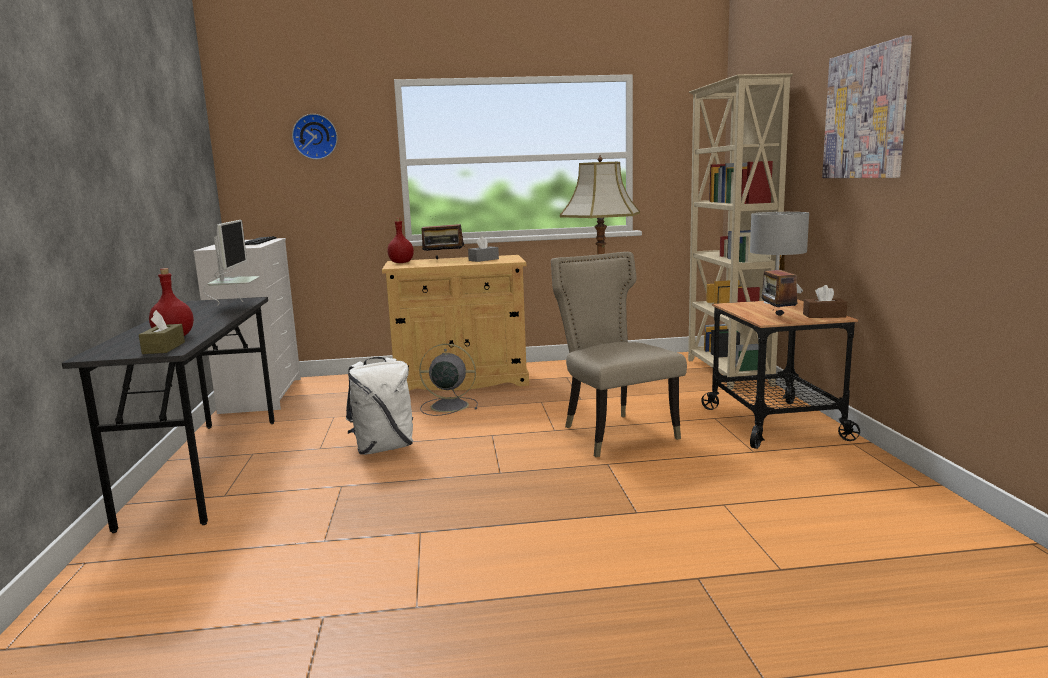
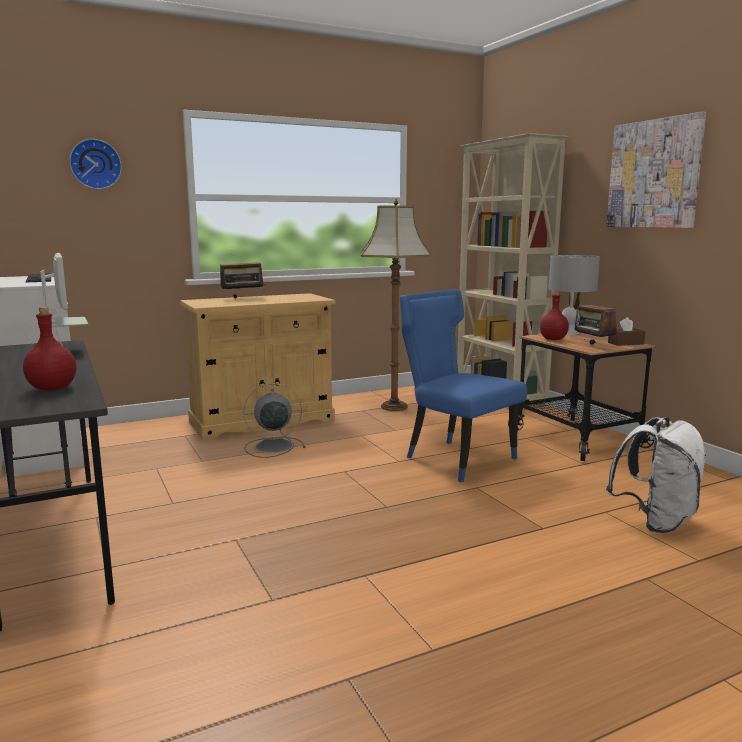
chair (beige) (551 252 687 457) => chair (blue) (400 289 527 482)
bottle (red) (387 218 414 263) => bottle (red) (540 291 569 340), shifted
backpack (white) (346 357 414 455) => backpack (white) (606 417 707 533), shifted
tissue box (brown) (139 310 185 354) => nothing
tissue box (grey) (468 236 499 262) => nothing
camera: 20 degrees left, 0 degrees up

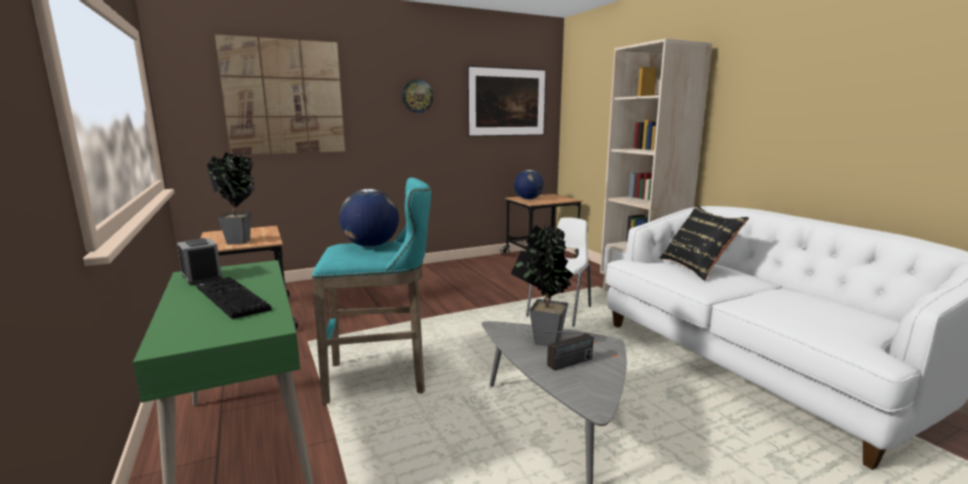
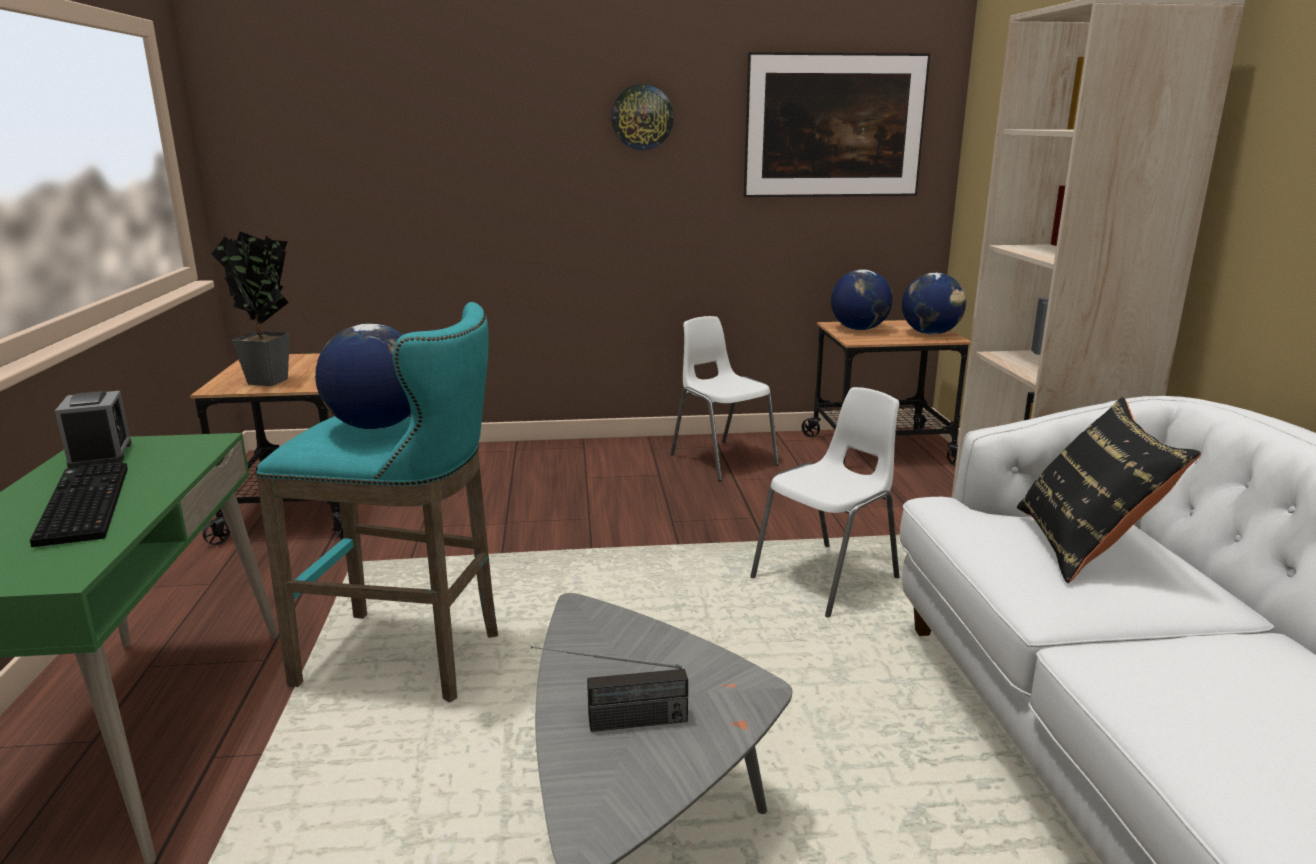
nothing => chair (white) (671 316 779 481)
nothing => globe (902 273 966 335)
picture (215 34 345 155) => nothing
potted plant (511 225 574 346) => nothing
camera: 20 degrees right, 5 degrees up

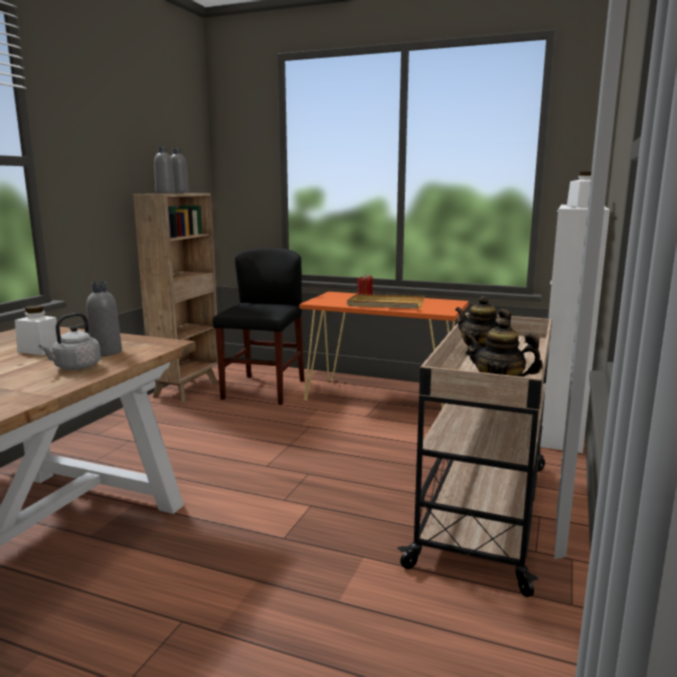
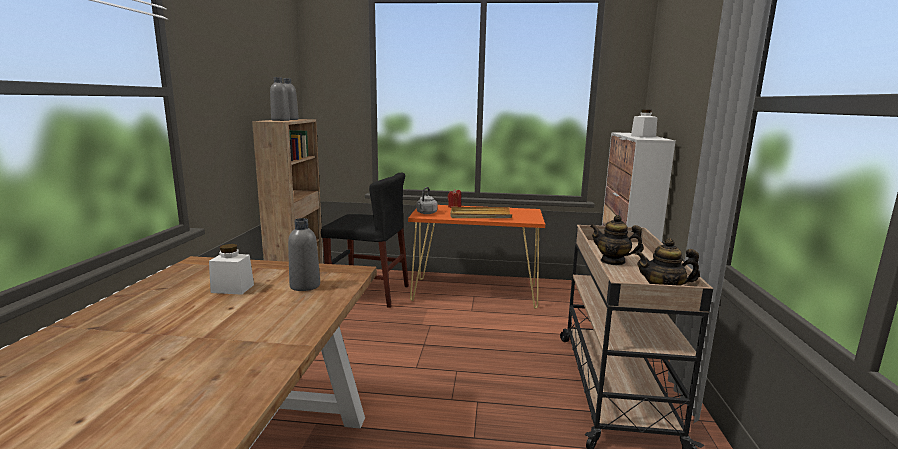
chair (black) (213 248 304 405) => chair (black) (321 173 409 308), 105 degrees clockwise
kettle (grey) (39 313 101 370) => kettle (grey) (416 187 438 214), shifted
camera: 15 degrees left, 0 degrees up

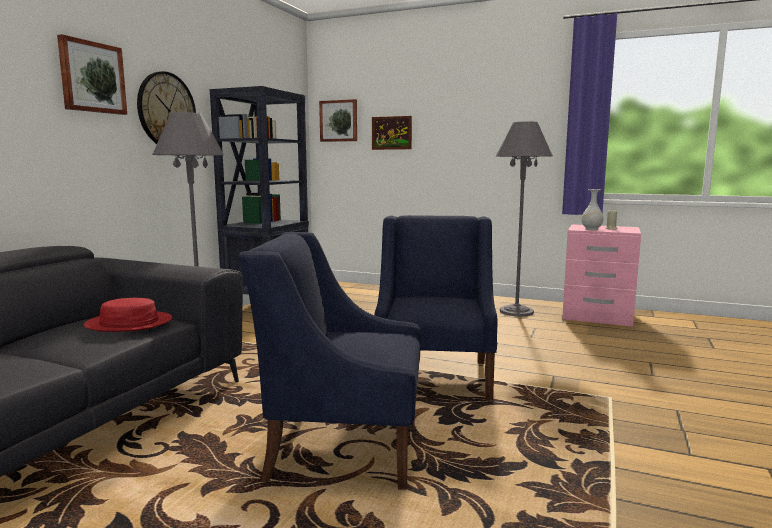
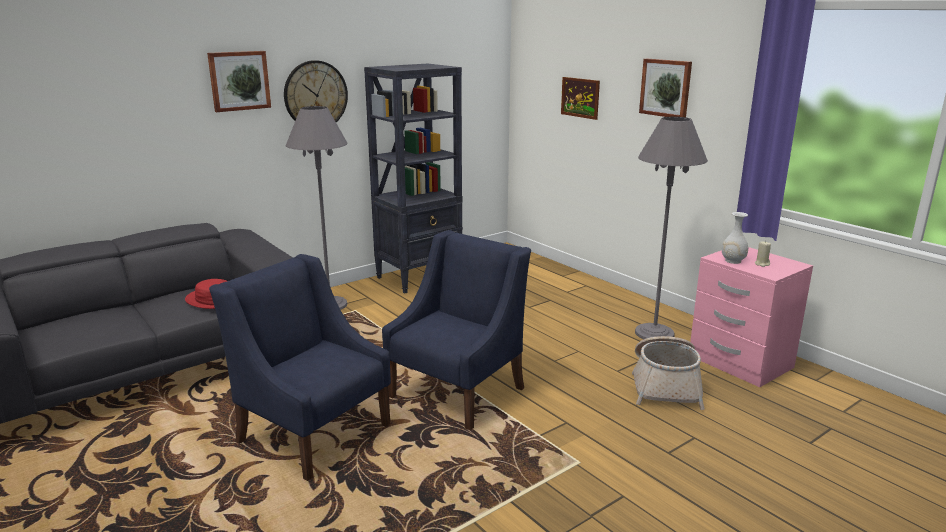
nothing => basket (632 336 705 410)
picture (319 99 357 142) => picture (639 59 692 117), shifted
camera: 30 degrees right, 10 degrees up

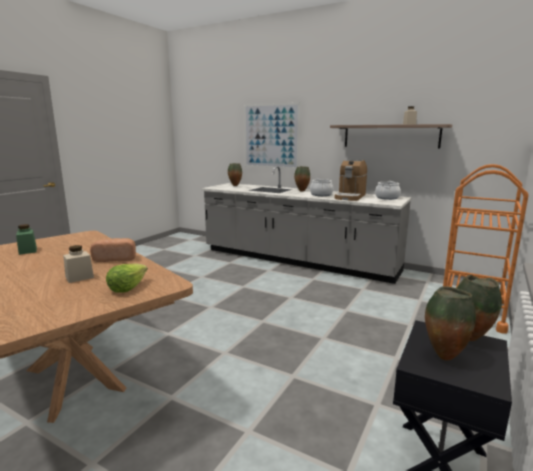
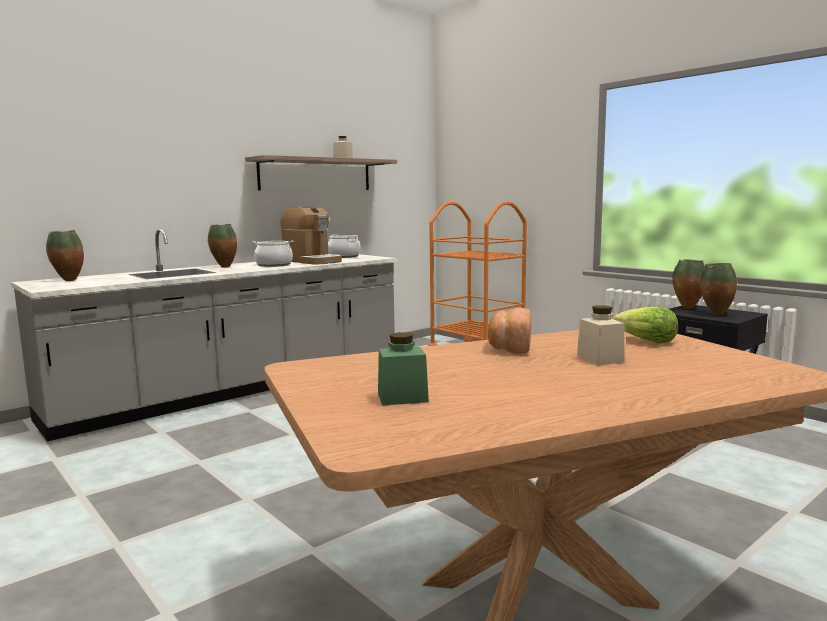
picture (244 102 300 169) => nothing
camera: 70 degrees left, 5 degrees down

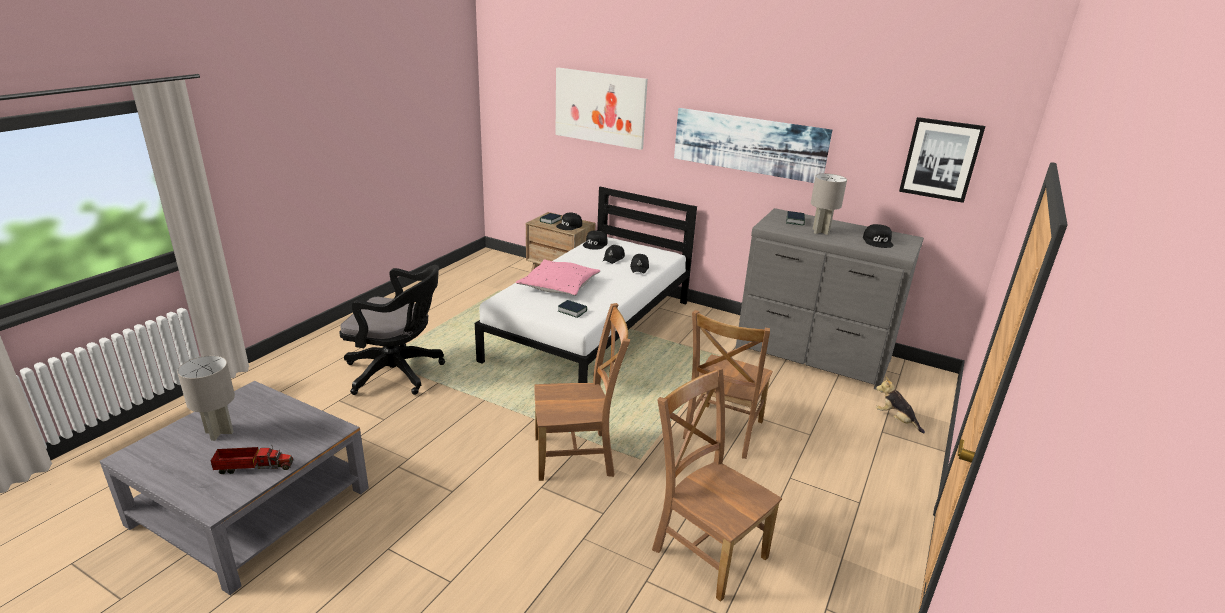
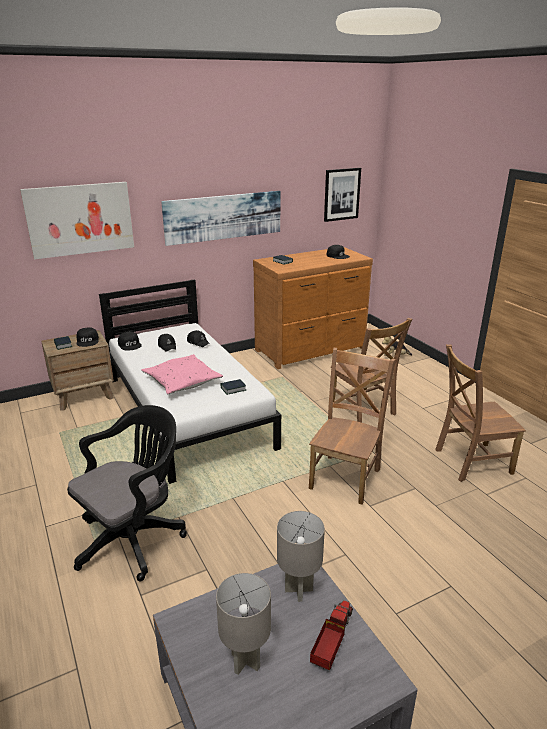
dresser (grey) (735 208 924 390) => dresser (brown) (253 247 373 369)
table lamp (grey) (811 173 847 235) => table lamp (grey) (277 511 325 602), shifted
camera: 55 degrees left, 0 degrees up

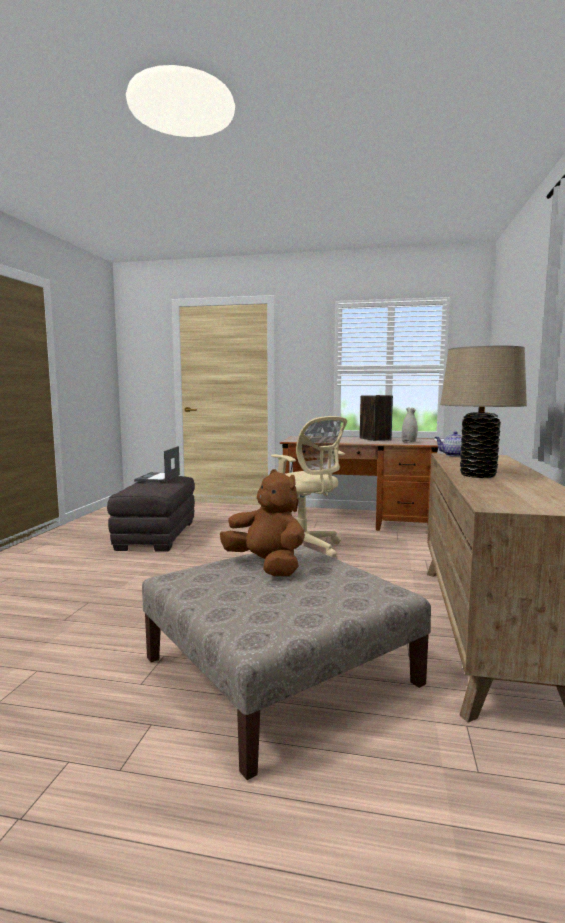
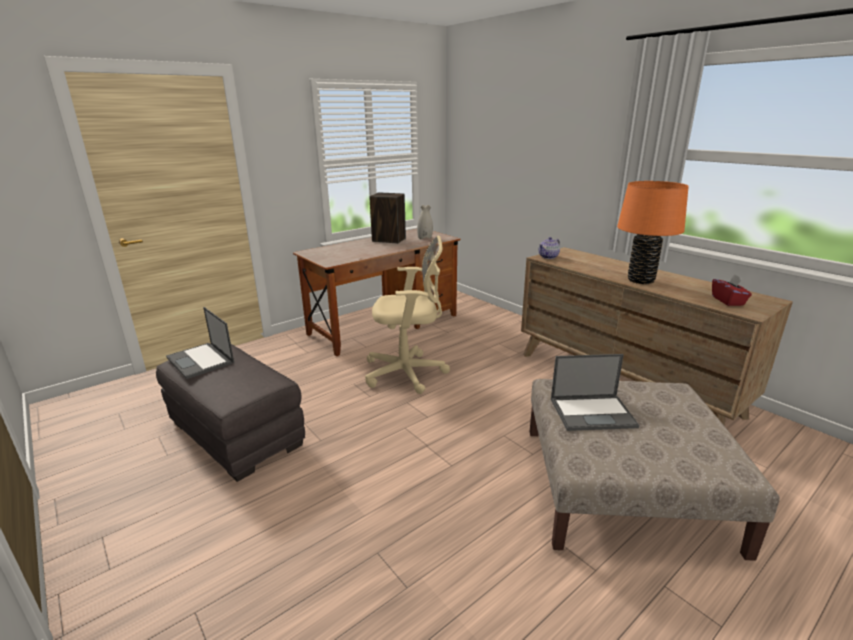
plush toy (brown) (220 469 305 576) => laptop (551 354 639 431)
table lamp (beige) (440 346 527 478) => table lamp (orange) (617 181 689 284)
nothing => tissue box (red) (712 274 752 306)
camera: 50 degrees left, 15 degrees up

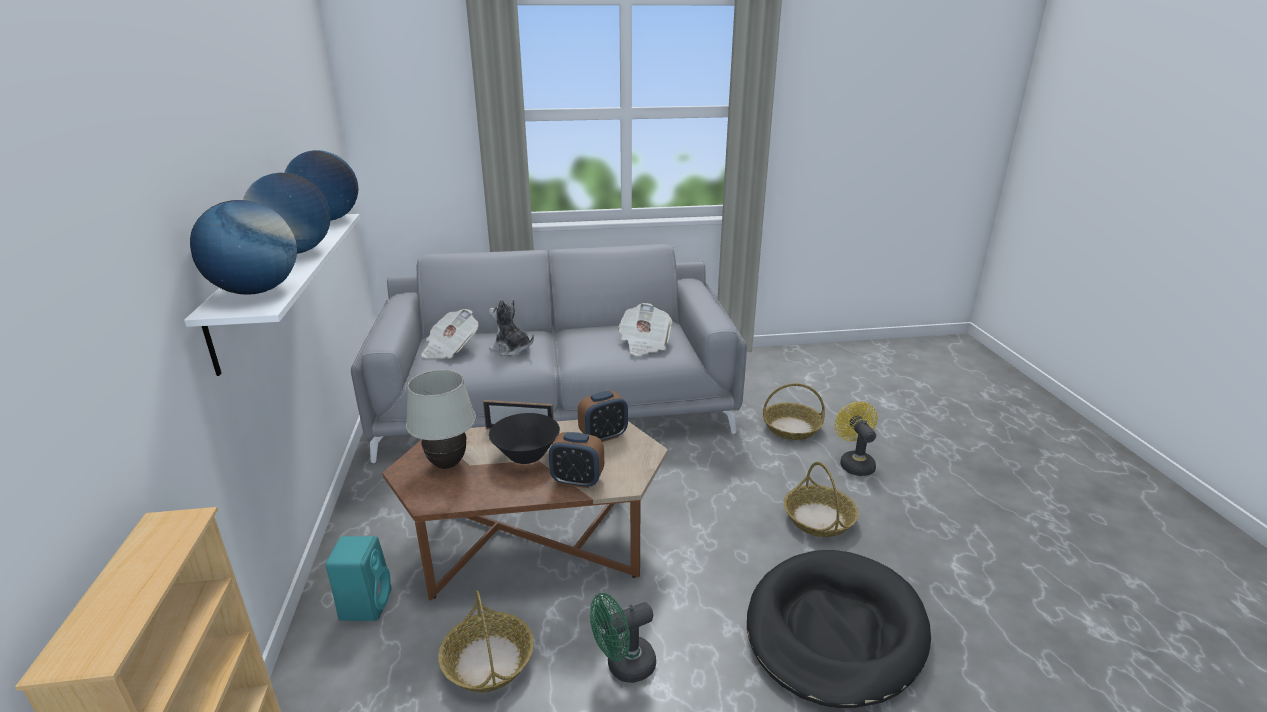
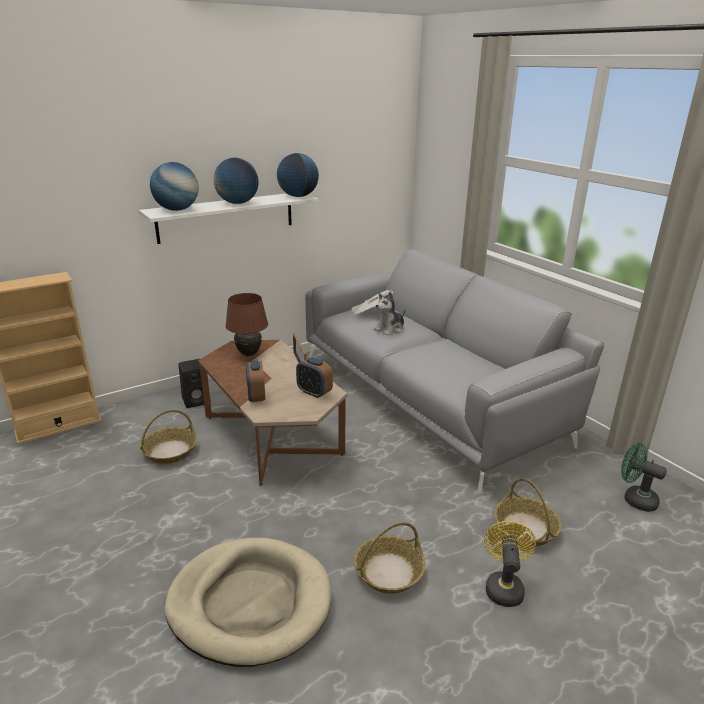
dog bed (black) (747 550 931 708) => dog bed (beige) (164 538 331 667)
speaker (turquoise) (326 536 391 621) => speaker (black) (178 359 211 408)
table lamp (white) (406 370 476 469) => table lamp (brown) (225 293 268 356)
plush toy (489 299 534 356) => plush toy (374 292 406 336), 135 degrees counterclockwise
fan (yellow) (835 402 878 476) => fan (yellow) (484 521 536 607), 45 degrees counterclockwise
fan (green) (590 593 656 683) => fan (green) (621 443 667 512), shifted
bowl (black) (489 413 560 464) => nothing
newspaper (618 303 672 355) => nothing
camera: 65 degrees right, 0 degrees up

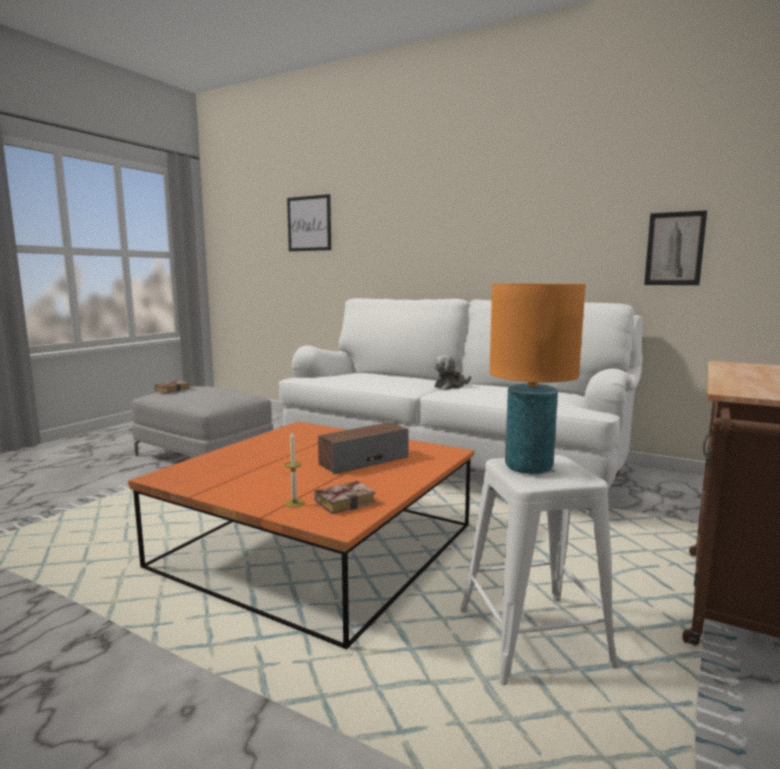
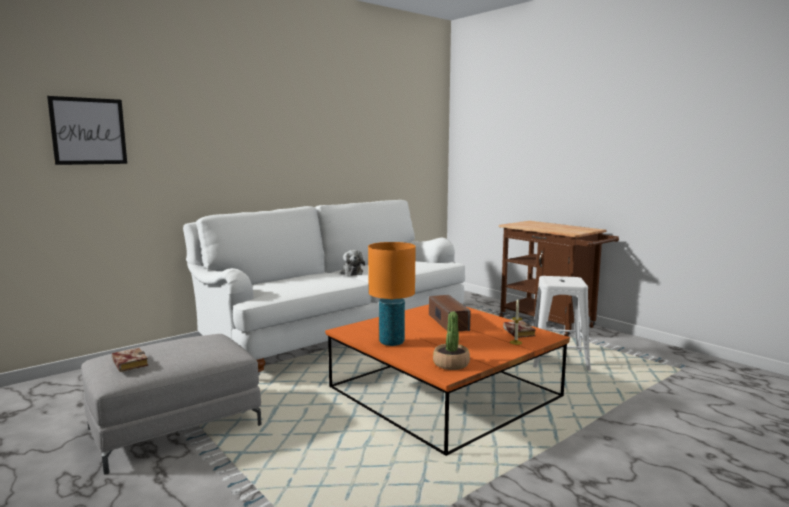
table lamp (orange) (489 283 586 474) => table lamp (orange) (368 242 416 346), shifted
nothing => potted plant (433 312 470 370)
picture (644 210 707 285) => nothing
camera: 70 degrees left, 0 degrees up

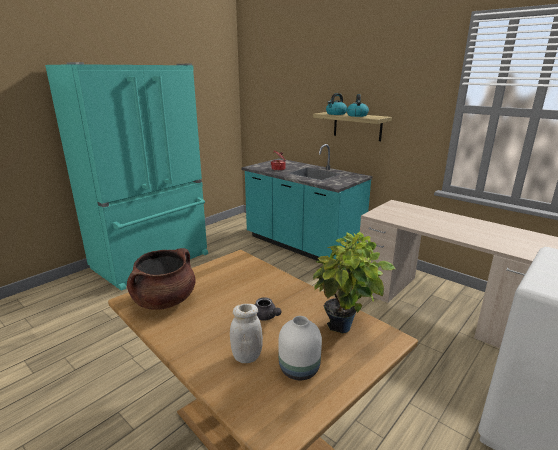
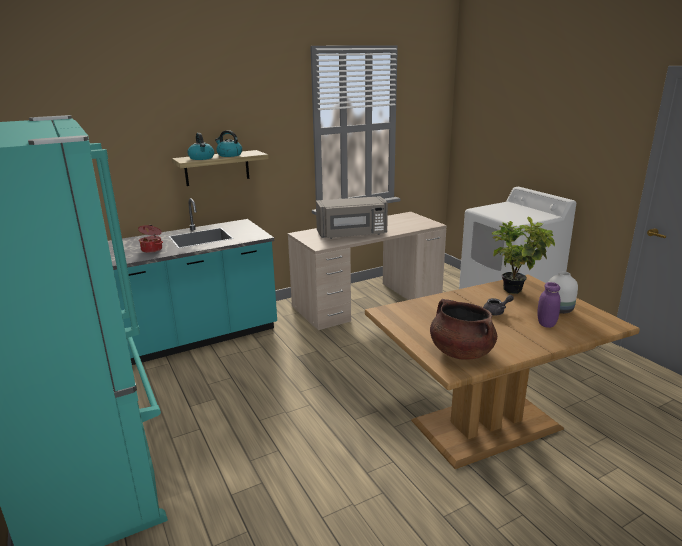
nothing => microwave (grey) (316 196 388 239)
jar (white) (230 304 263 363) => jar (purple) (537 282 560 328)
camera: 70 degrees left, 0 degrees up

